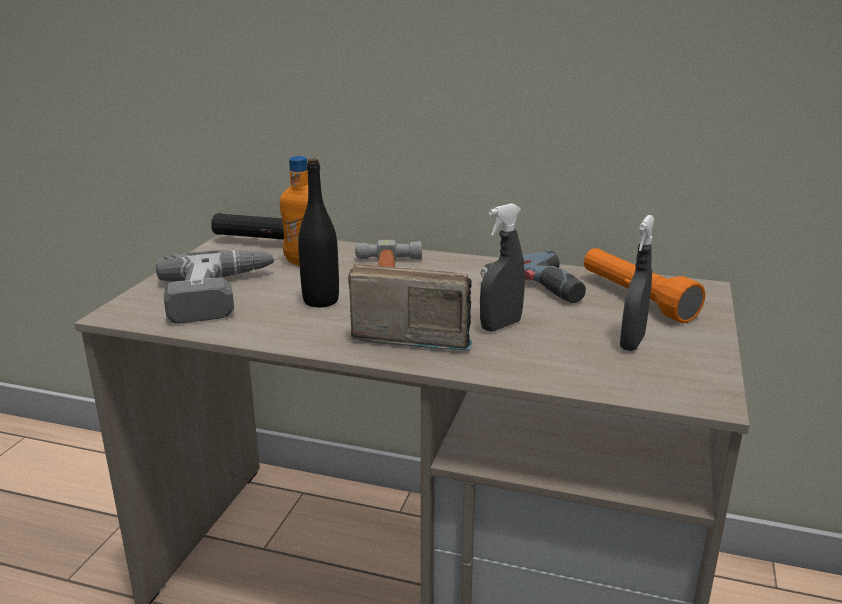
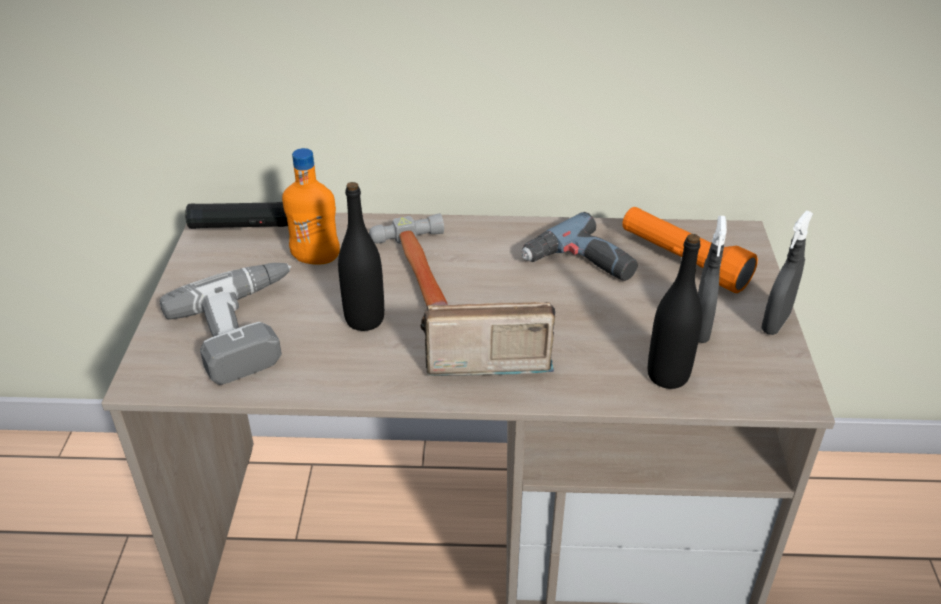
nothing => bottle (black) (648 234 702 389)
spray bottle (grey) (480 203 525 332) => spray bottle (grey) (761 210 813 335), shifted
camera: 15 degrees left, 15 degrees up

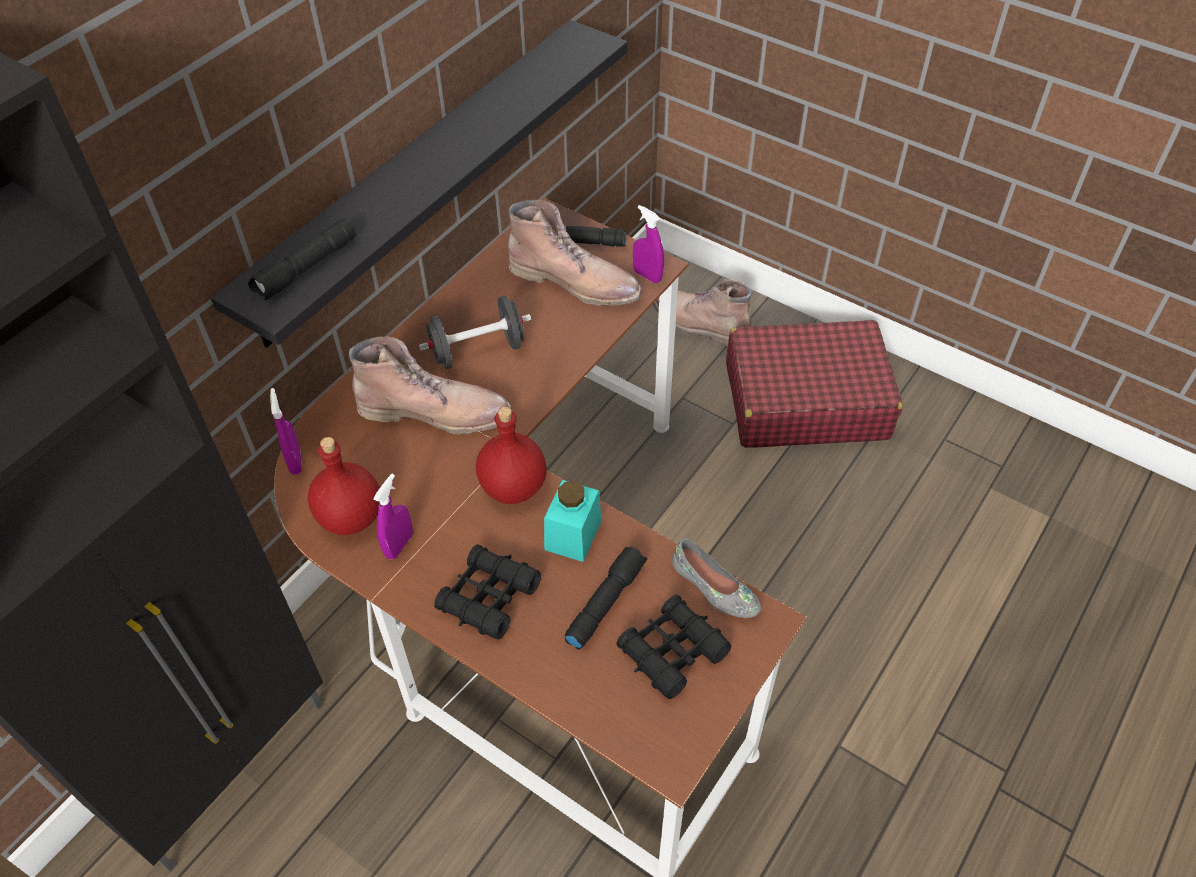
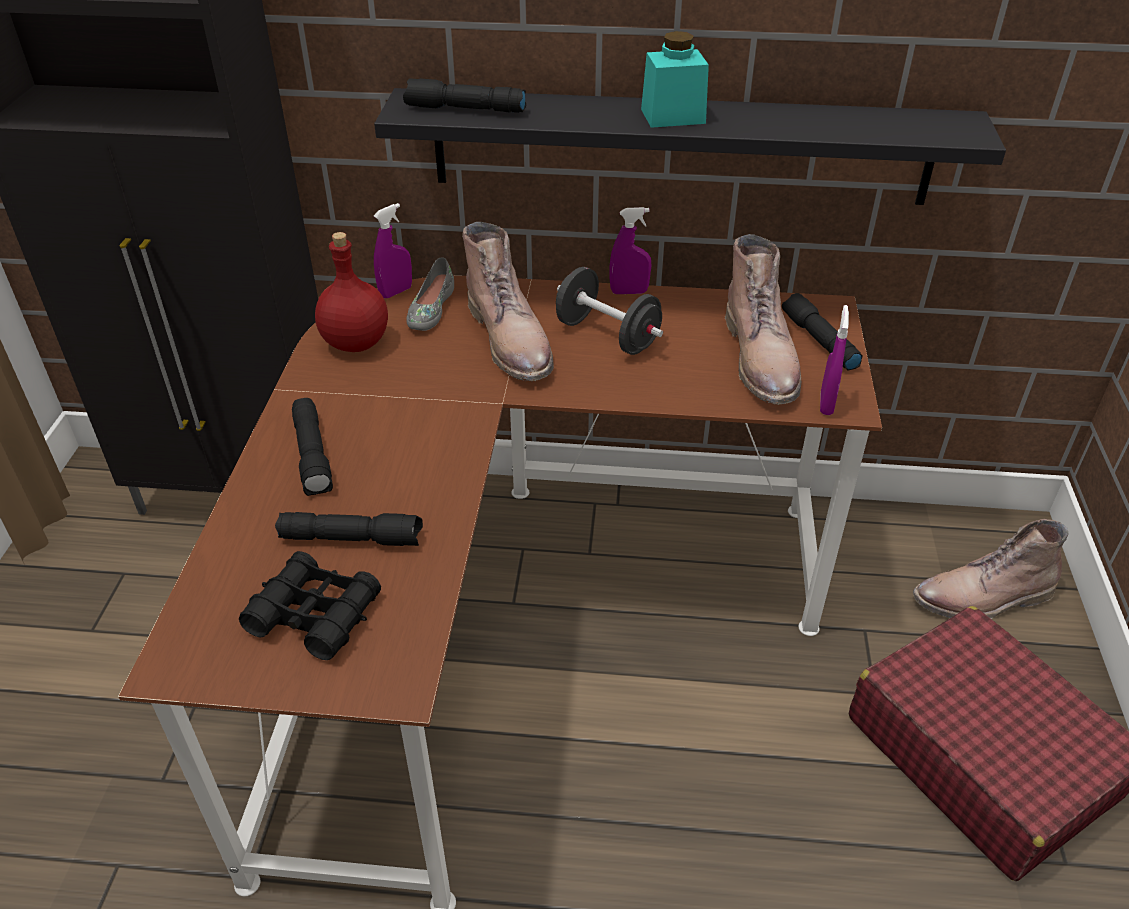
binoculars (black) (434 544 541 640) => flashlight (black) (292 398 333 496)
shoe (grey) (672 538 762 618) => shoe (grey) (406 257 454 331), shifted
spray bottle (purple) (373 474 413 559) => spray bottle (purple) (609 207 652 294), shifted
jar (turquoise) (544 480 602 562) => jar (turquoise) (641 31 709 128), shifted
boot (brown) (653 279 752 346) => boot (brown) (913 519 1069 619), 105 degrees counterclockwise
bottle (red) (476 407 547 504) => nothing
camera: 60 degrees right, 10 degrees down

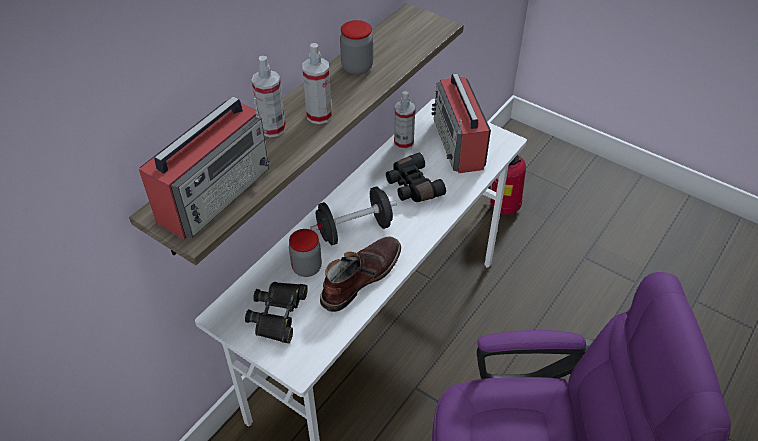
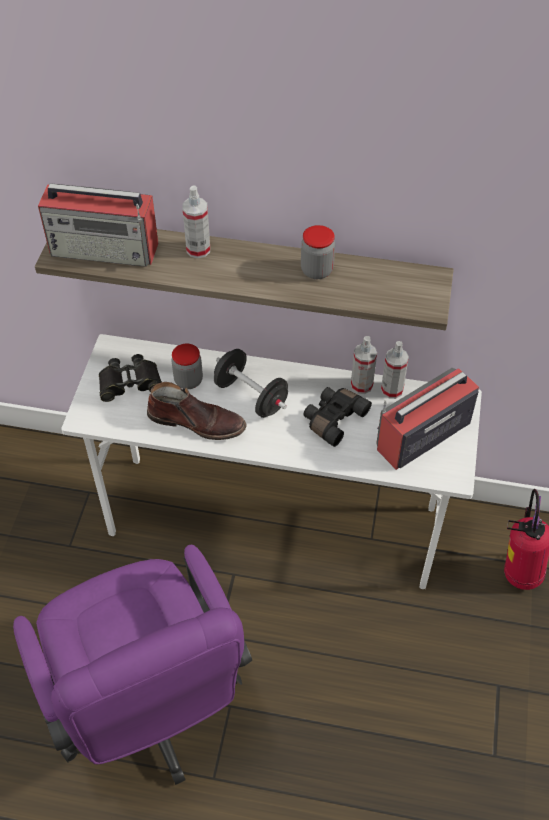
spray bottle (302 43 332 124) => spray bottle (351 336 377 394), shifted
camera: 65 degrees right, 5 degrees up

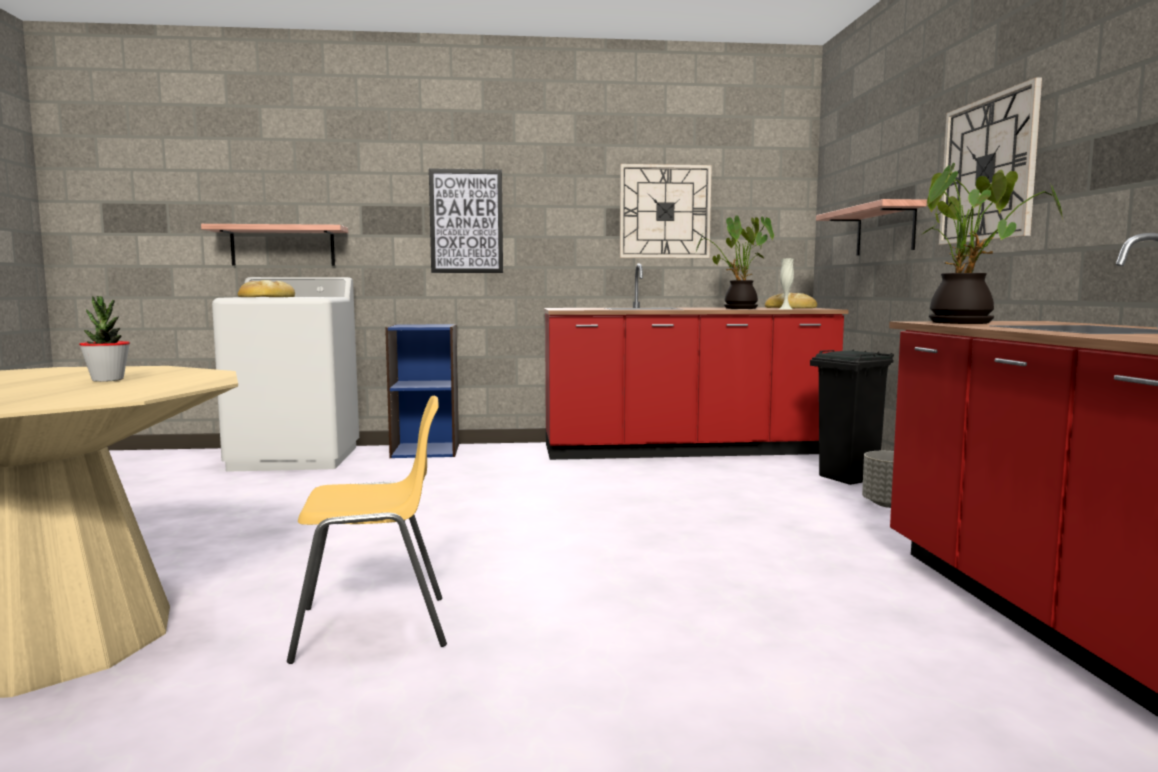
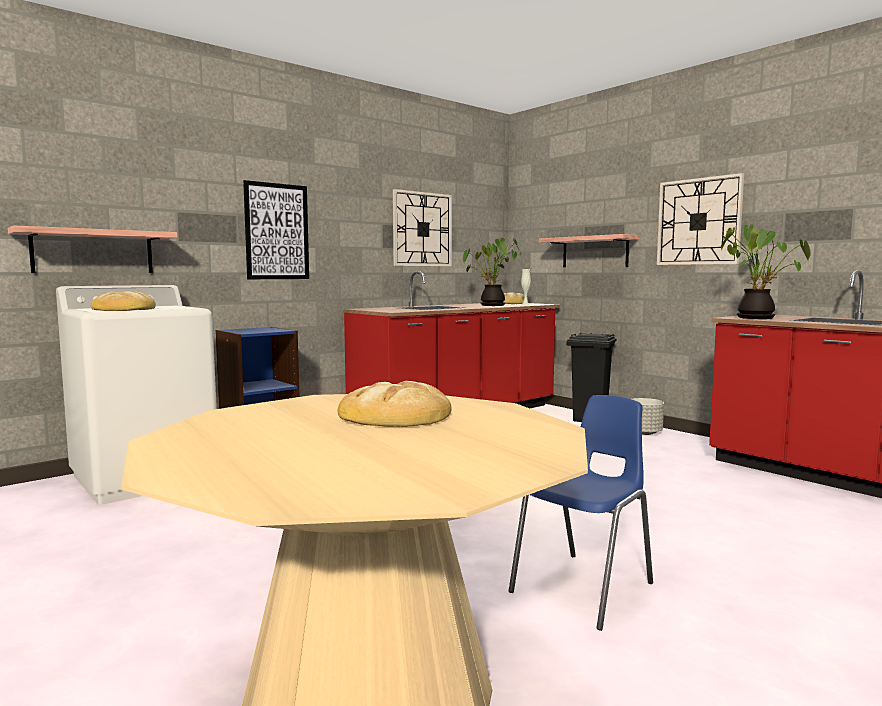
potted plant (79 296 130 382) => bread (337 381 452 427)
chair (yellow) (287 396 447 664) => chair (blue) (509 395 653 631)
camera: 35 degrees left, 0 degrees up

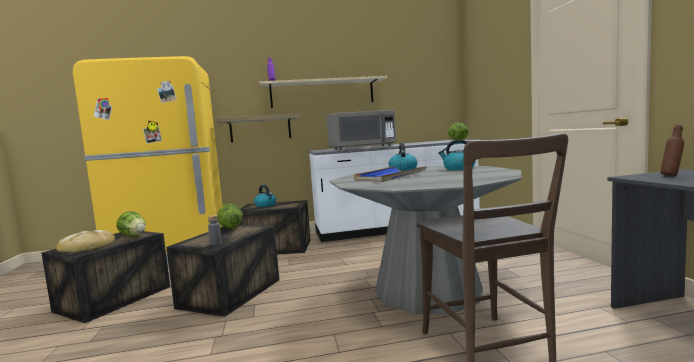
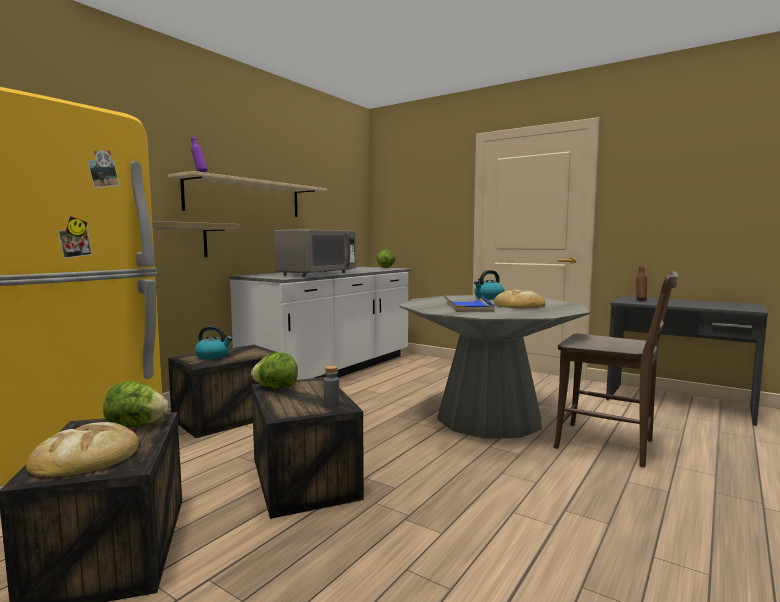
nothing => bread (494 290 545 308)
kettle (388 143 417 171) => nothing
camera: 45 degrees left, 0 degrees up

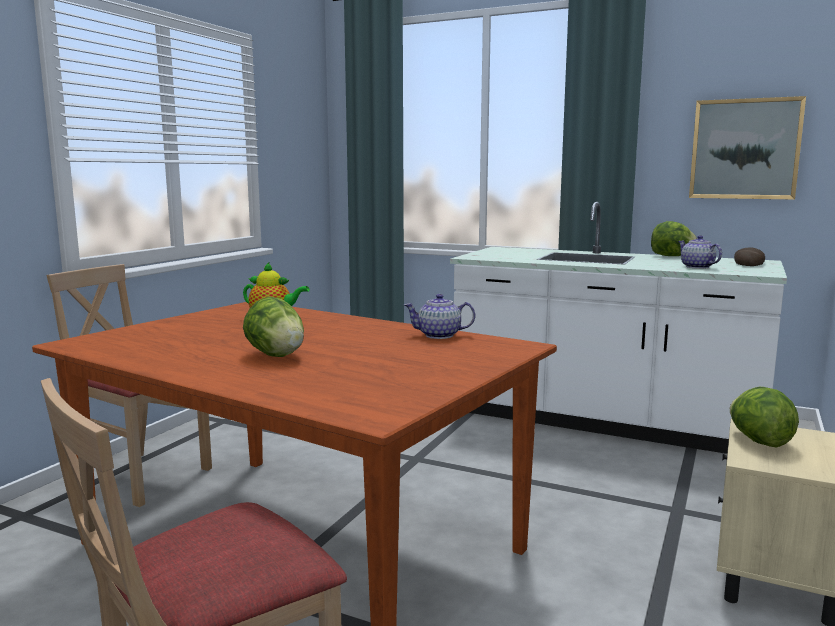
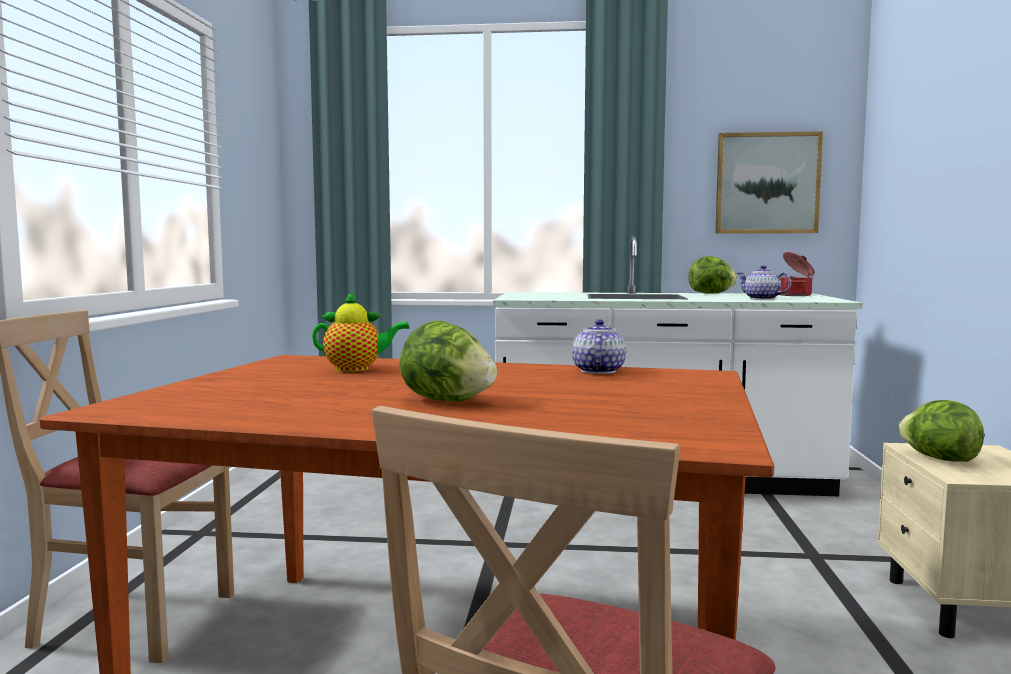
teapot (404 294 475 339) => teapot (572 319 626 374), 120 degrees clockwise
bread (734 248 765 266) => cooking pot (780 252 814 296)
camera: 20 degrees left, 5 degrees down

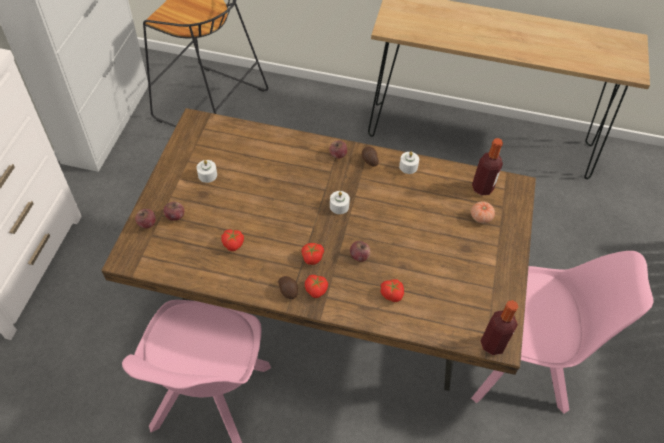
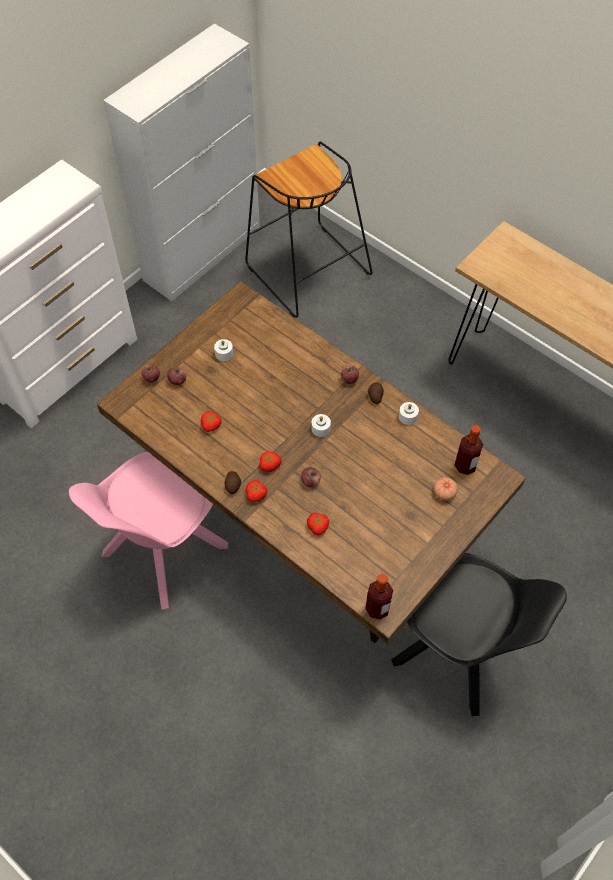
chair (pink) (471 251 654 414) => chair (black) (391 553 567 716)
camera: 30 degrees right, 5 degrees up

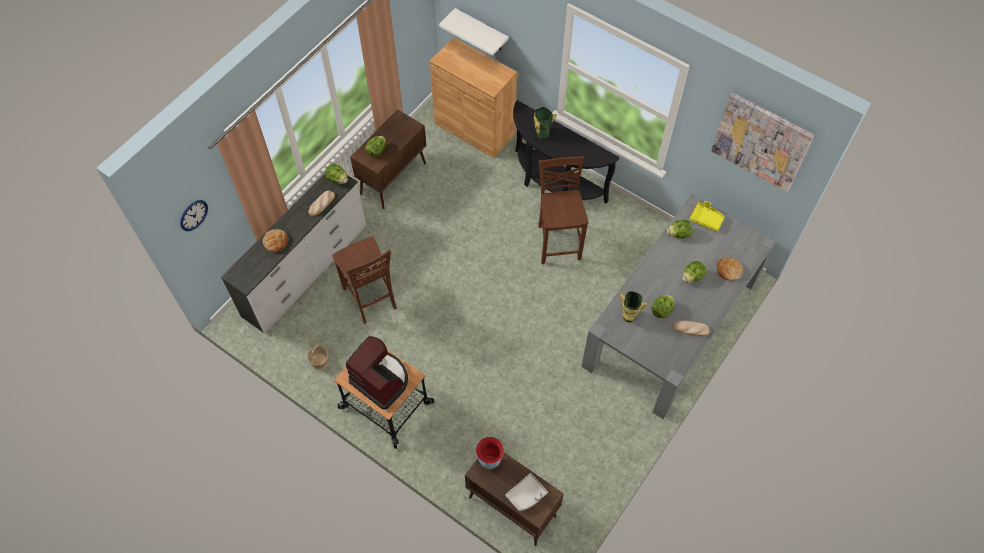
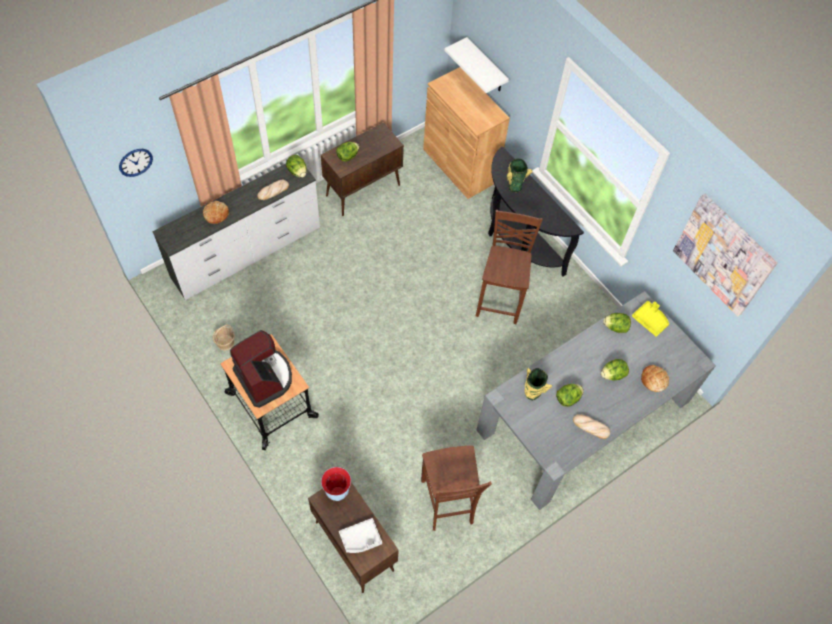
chair (brown) (332 236 396 324) => chair (brown) (421 445 492 531), shifted
camera: 15 degrees right, 0 degrees up

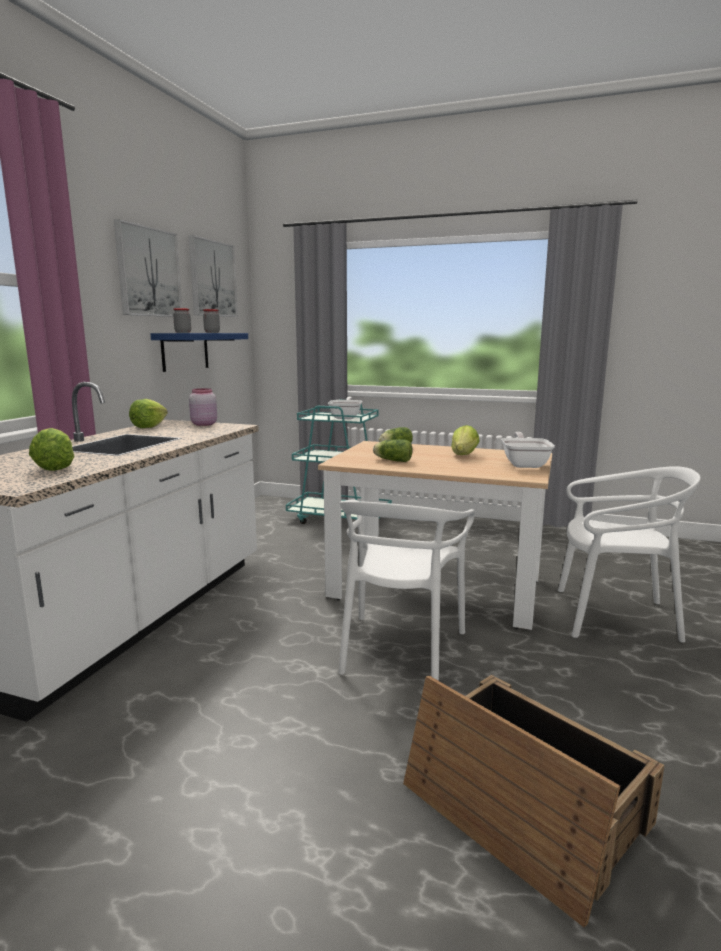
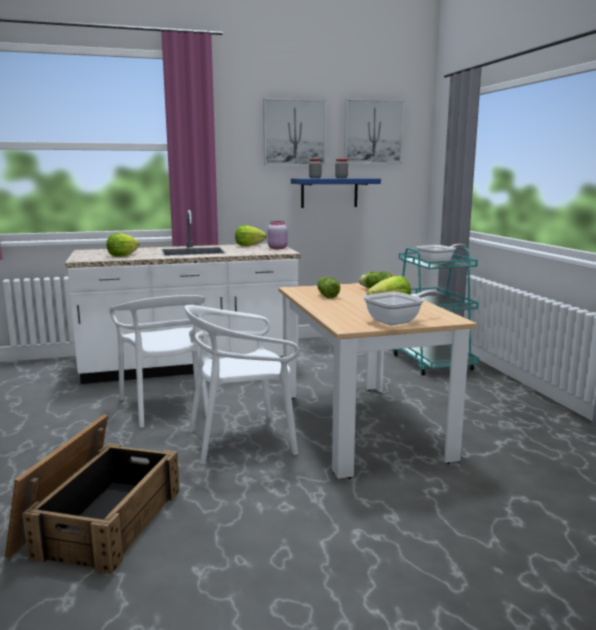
chair (white) (558 466 701 643) => chair (white) (109 295 208 428), shifted
camera: 55 degrees right, 0 degrees up

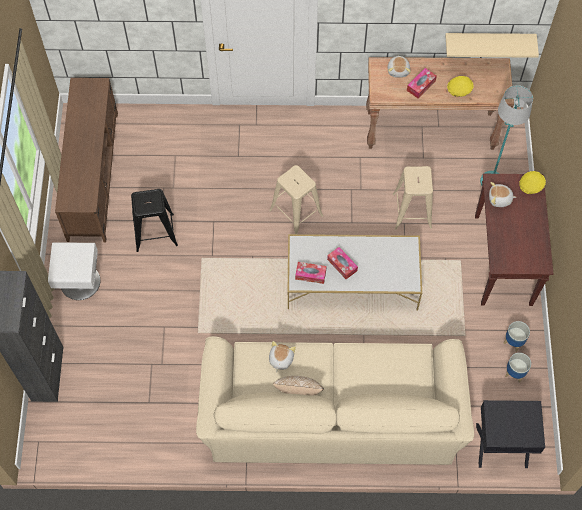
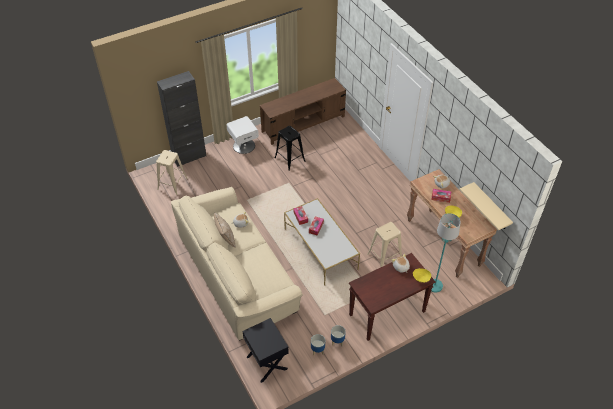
stool (beige) (269 165 323 234) => stool (beige) (156 150 188 195), shifted
camera: 60 degrees right, 15 degrees down

